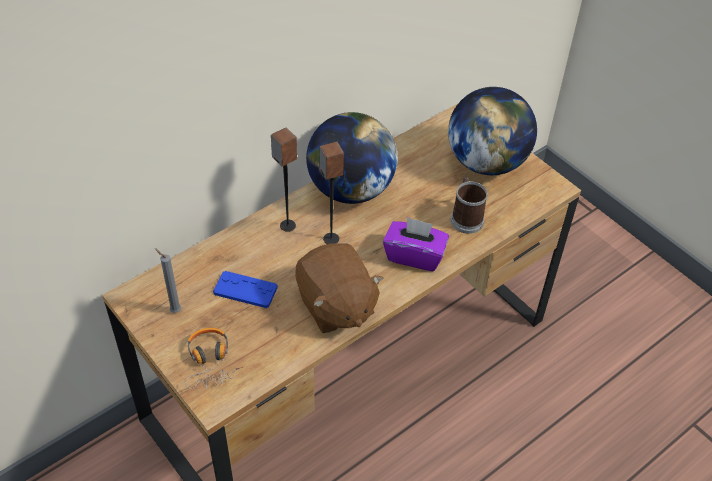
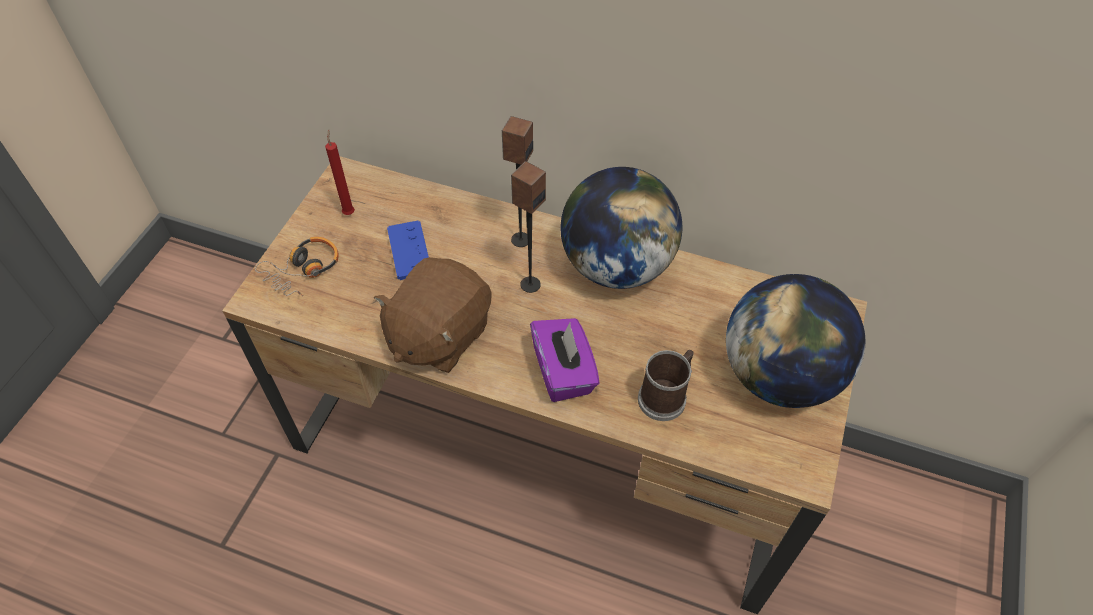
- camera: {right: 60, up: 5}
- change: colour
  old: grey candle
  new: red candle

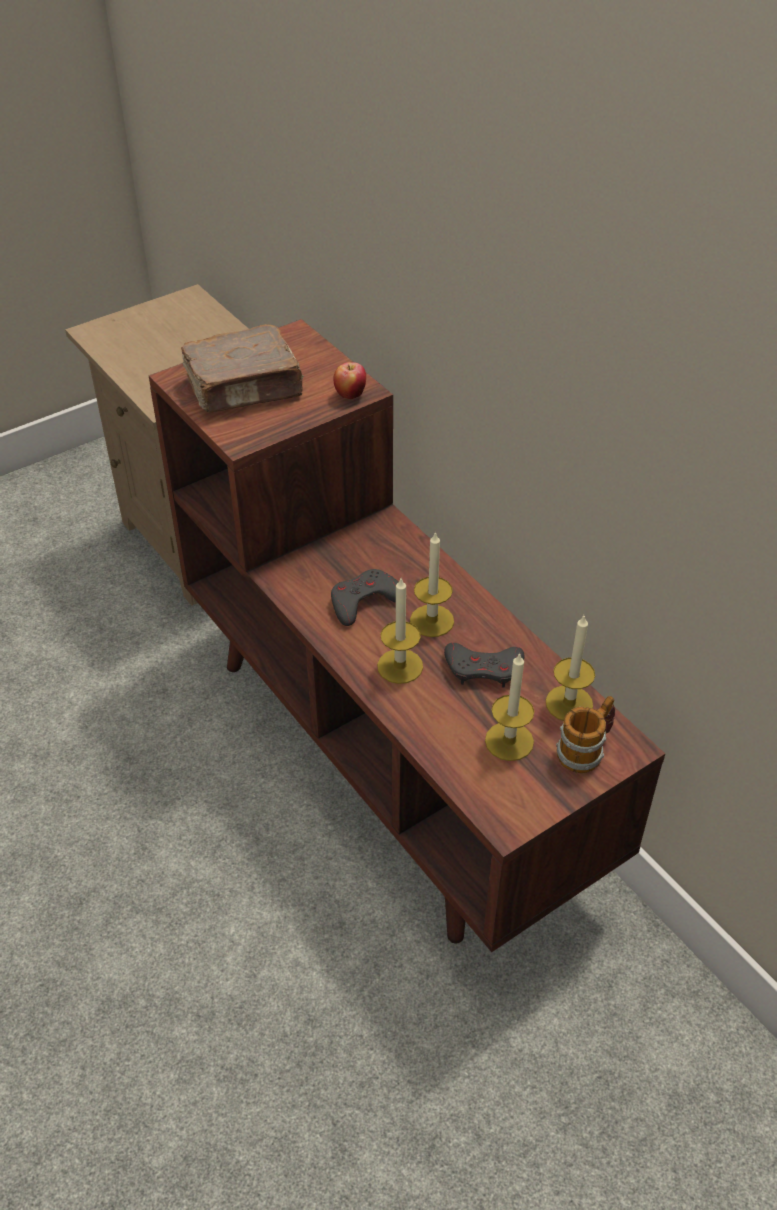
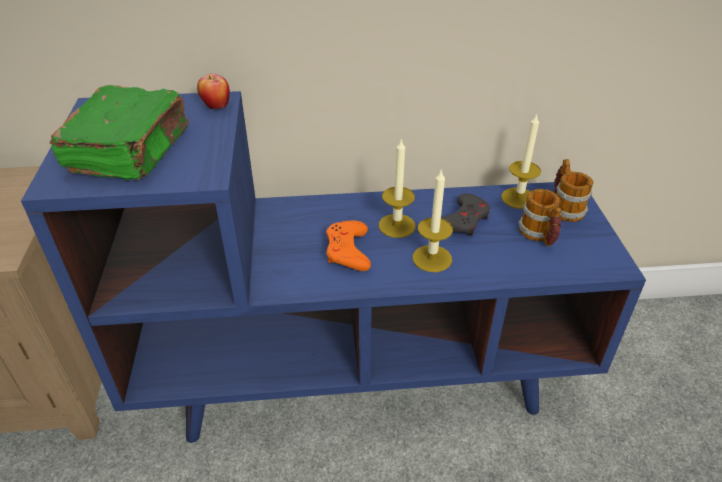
- camera: {right: -60, up: -5}
- change: colour
  old: brown tv stand
  new: blue tv stand
- change: colour
  old: brown book
  new: green book
- change: colour
  old: grey game controller (no. 1 from left)
  new: orange game controller
- change: exchanged
  old: candle (no. 3 from left)
  new: mug (no. 1 from left)

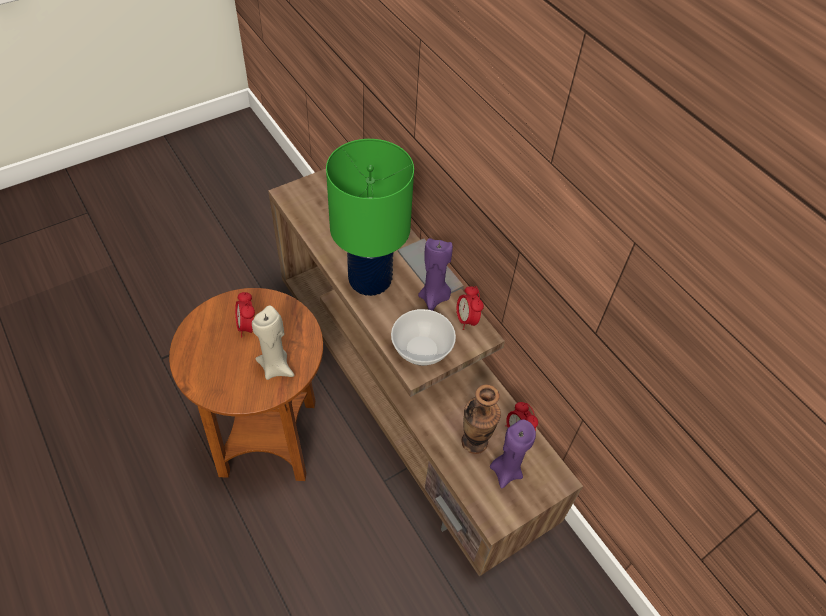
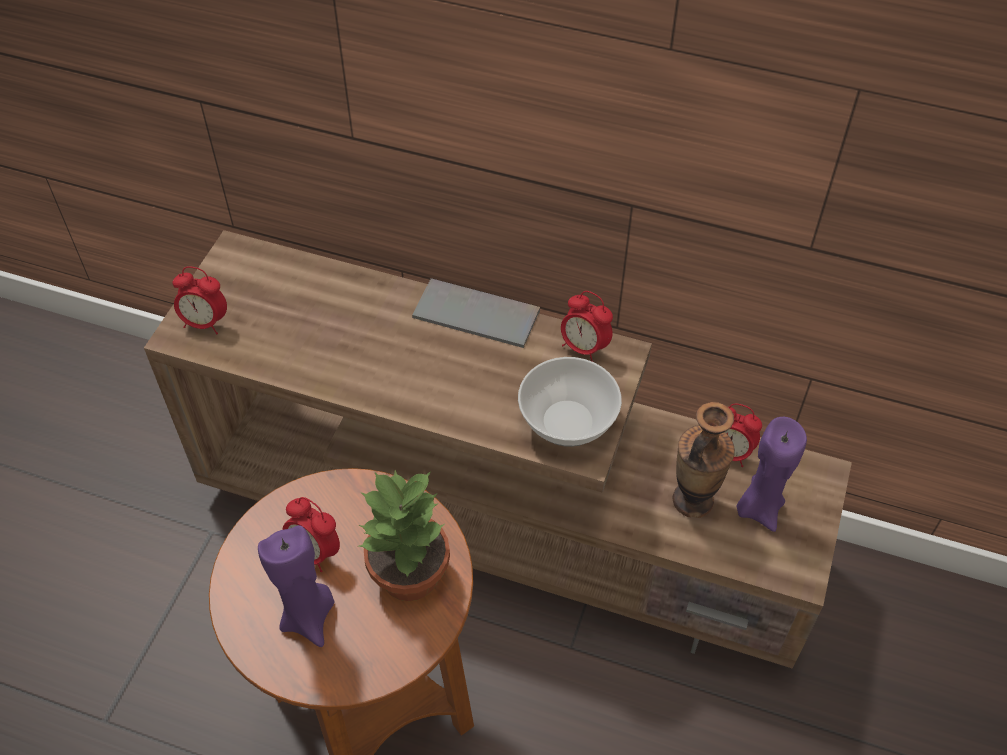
- camera: {right: -35, up: 0}
- change: appeared
  new: alarm clock (no. 1 from left)
- change: relocated
  old: purple candle (no. 1 from left)
- change: exchanged
  old: beige candle
  new: potted plant
- change: missing
  old: green table lamp

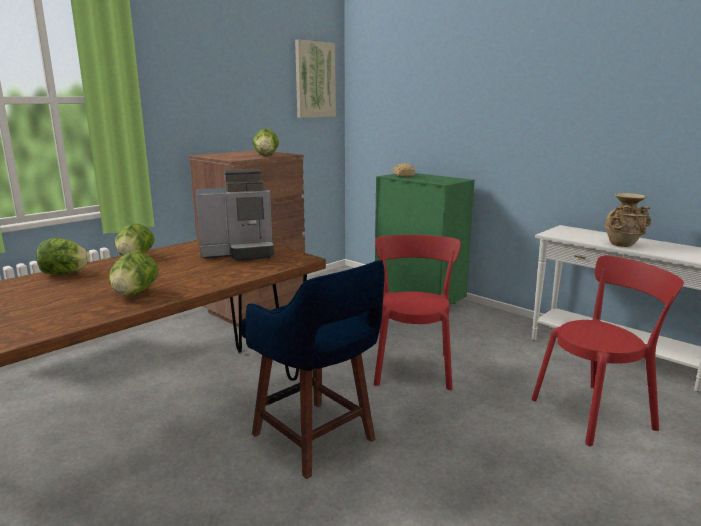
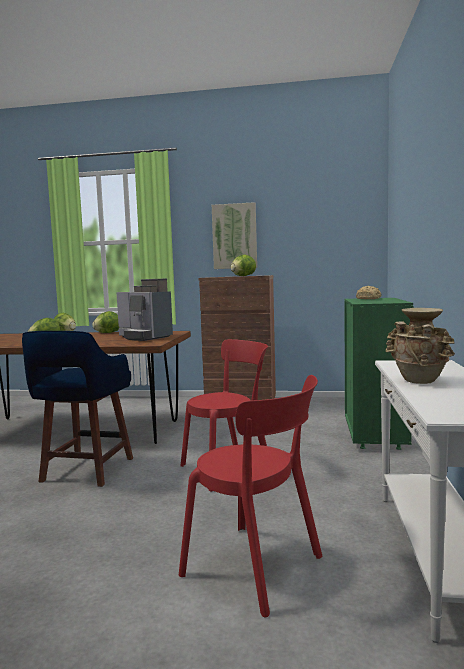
- camera: {right: 55, up: -10}
- change: relocated
  old: picture

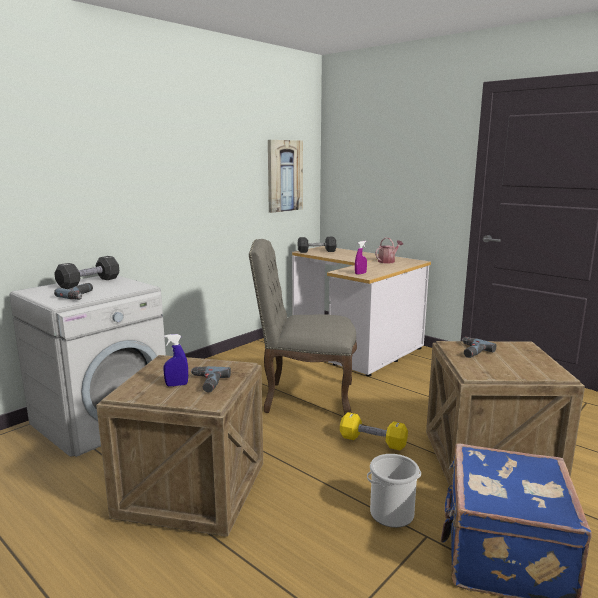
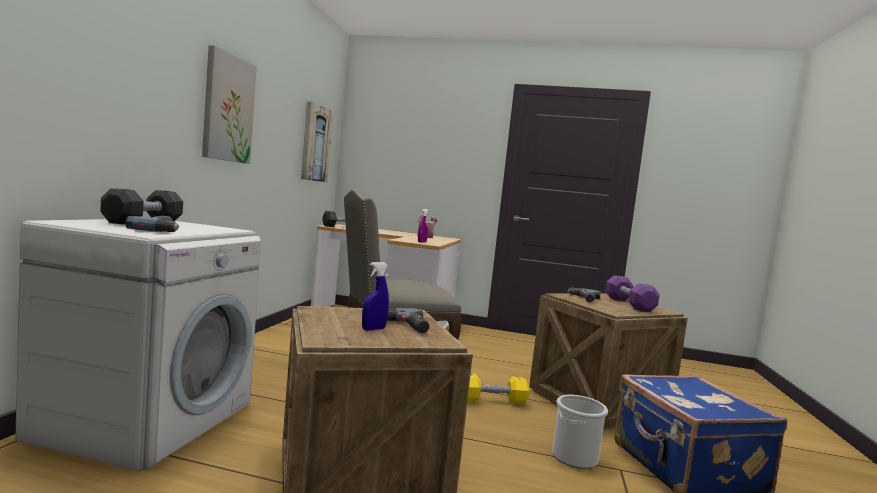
- camera: {right: -30, up: -10}
- change: appeared
  new: picture (no. 1 from left)
- change: appeared
  new: purple dumbbell

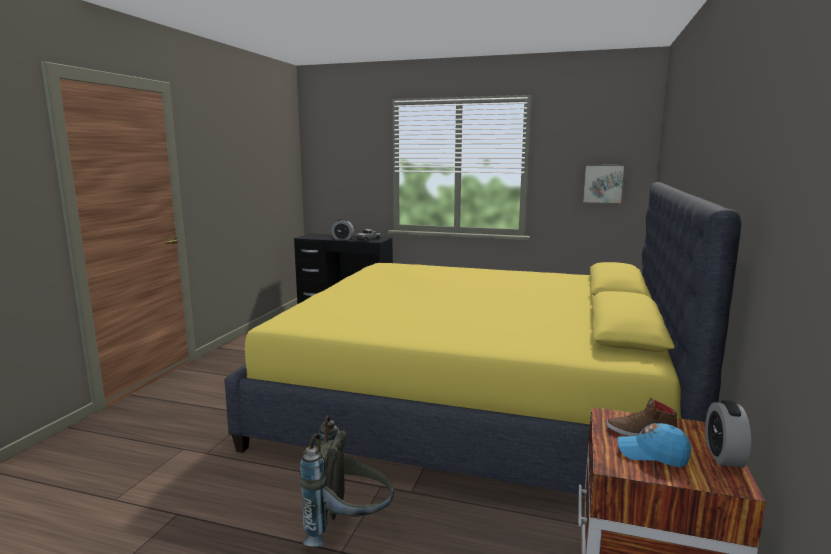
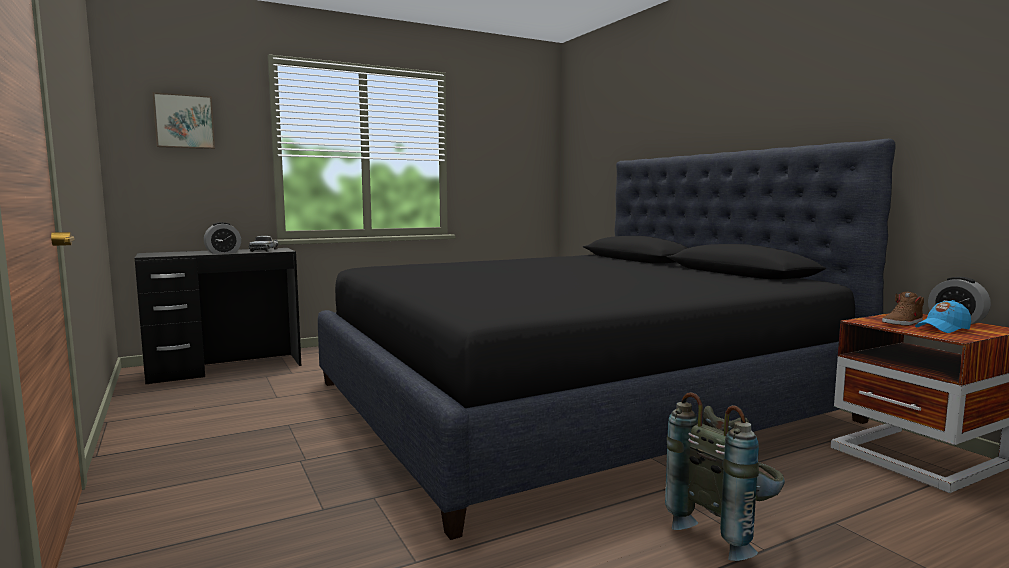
- camera: {right: -45, up: -5}
- change: relocated
  old: picture
- change: colour
  old: yellow bed
  new: black bed

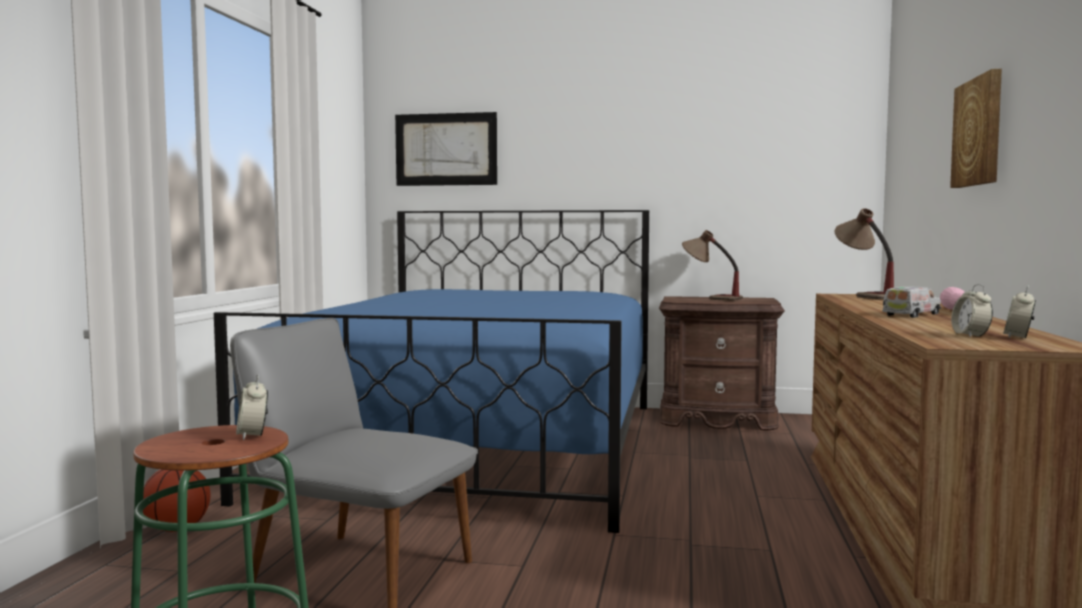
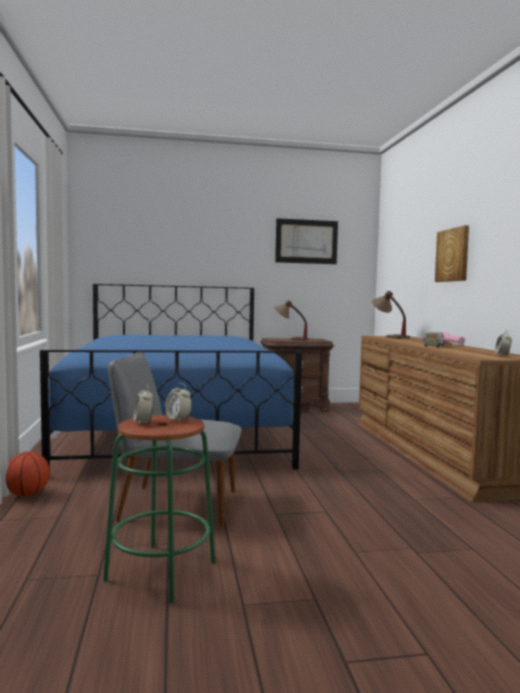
- camera: {right: -20, up: 0}
- change: relocated
  old: alarm clock (no. 2 from left in the first image)
  new: alarm clock (no. 1 from left)
- change: relocated
  old: picture (no. 1 from left)

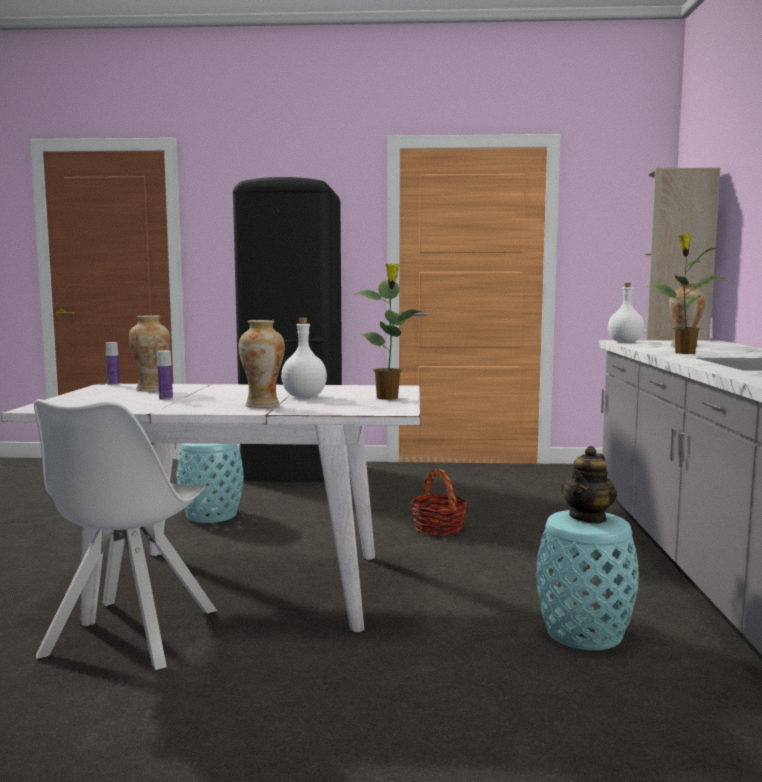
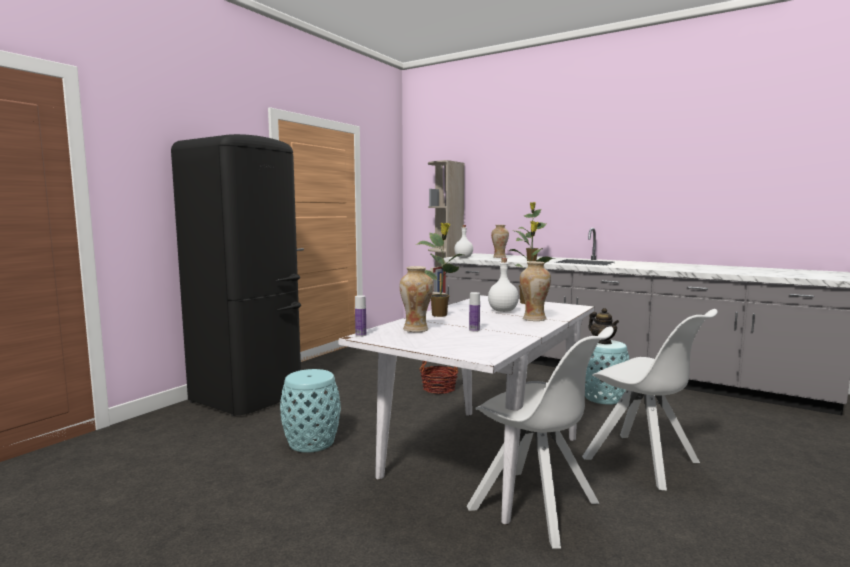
- camera: {right: -60, up: 0}
- change: appeared
  new: potted plant (no. 1 from left)
- change: appeared
  new: white chair (no. 2 from left)

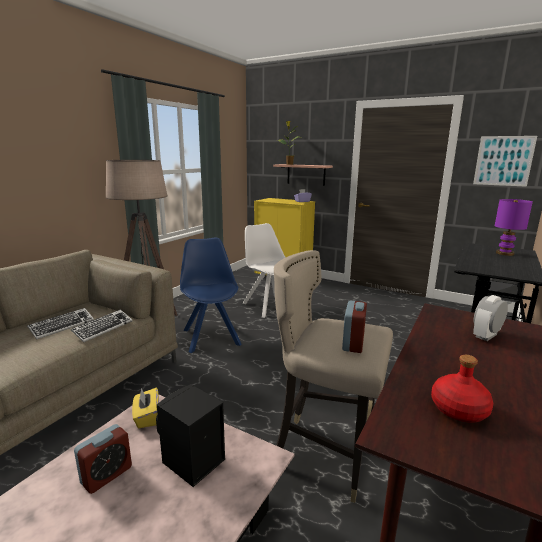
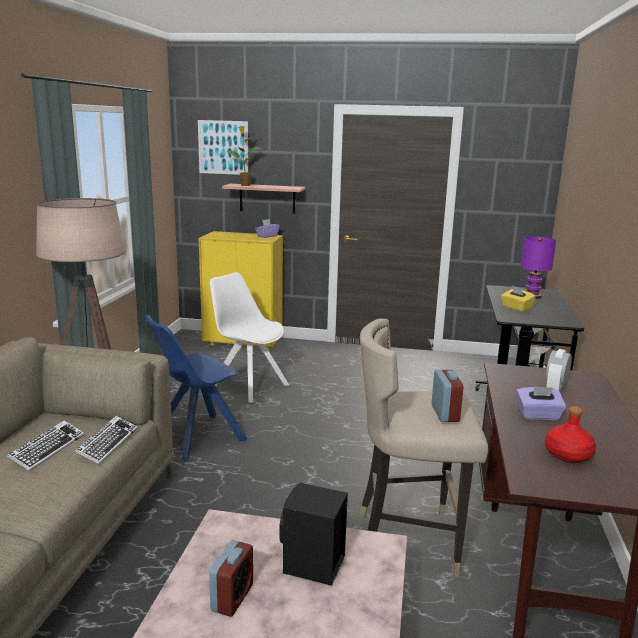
- camera: {right: -20, up: 0}
- change: spun
  old: blue chair
  degrees: -90
- change: relocated
  old: picture
- change: relocated
  old: yellow tissue box
- change: appeared
  new: purple tissue box (no. 2 from left)

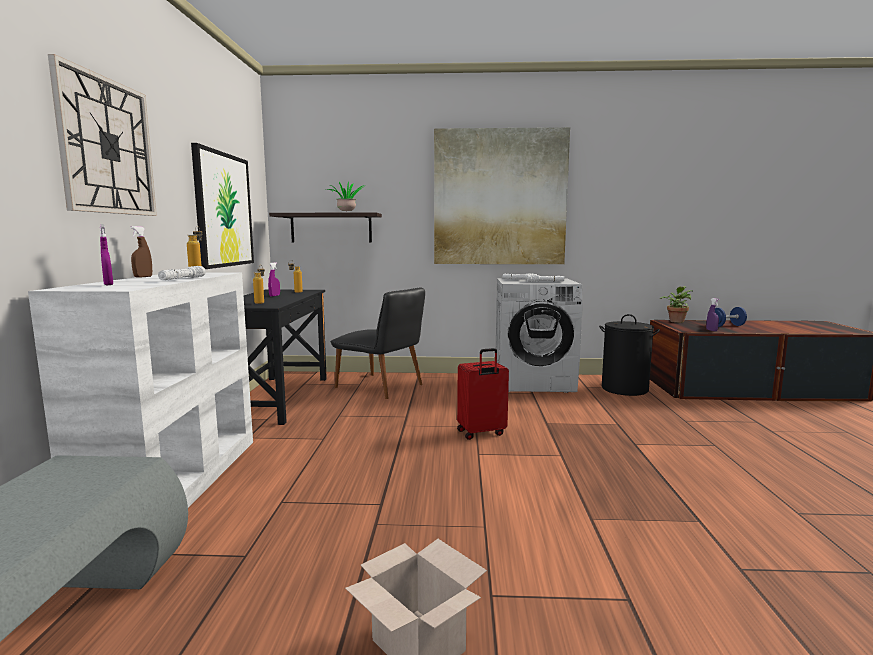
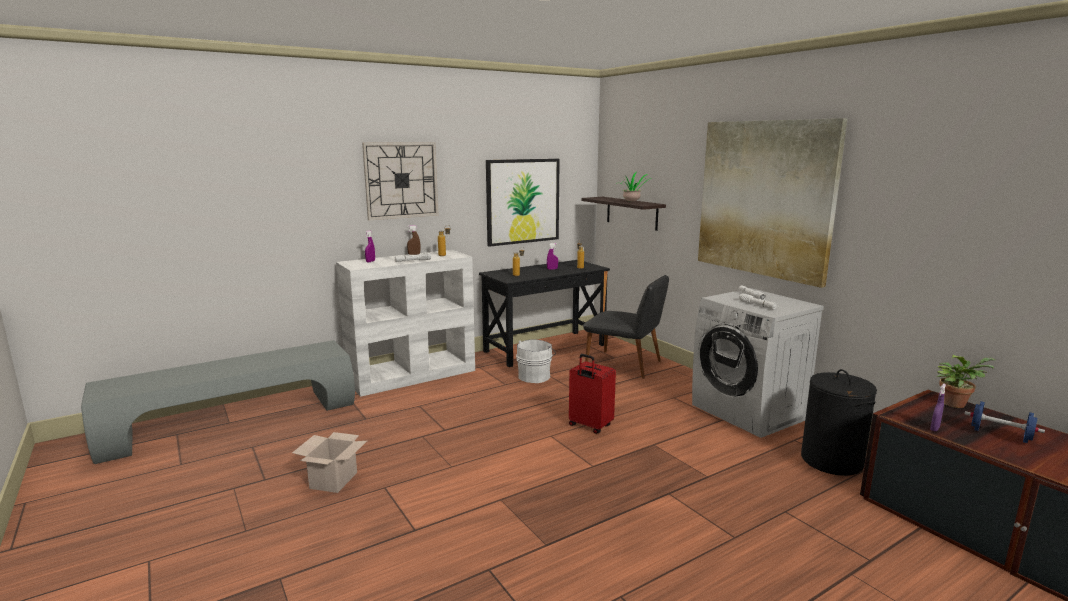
- camera: {right: 55, up: 5}
- change: appeared
  new: white bucket
- change: spun
  old: black chair
  degrees: -60

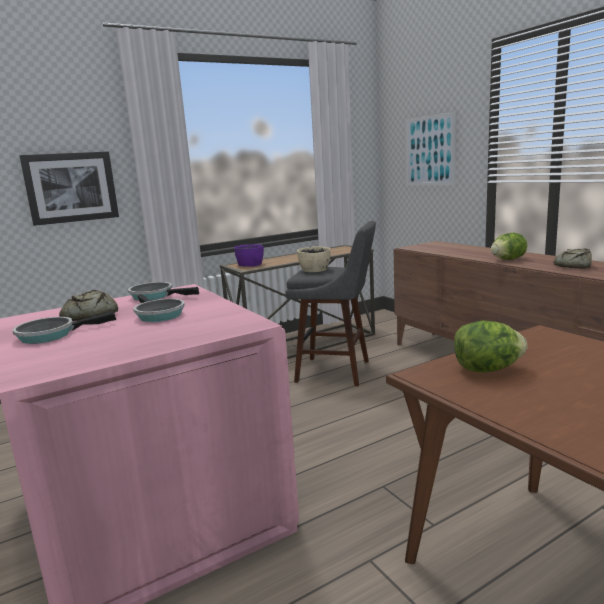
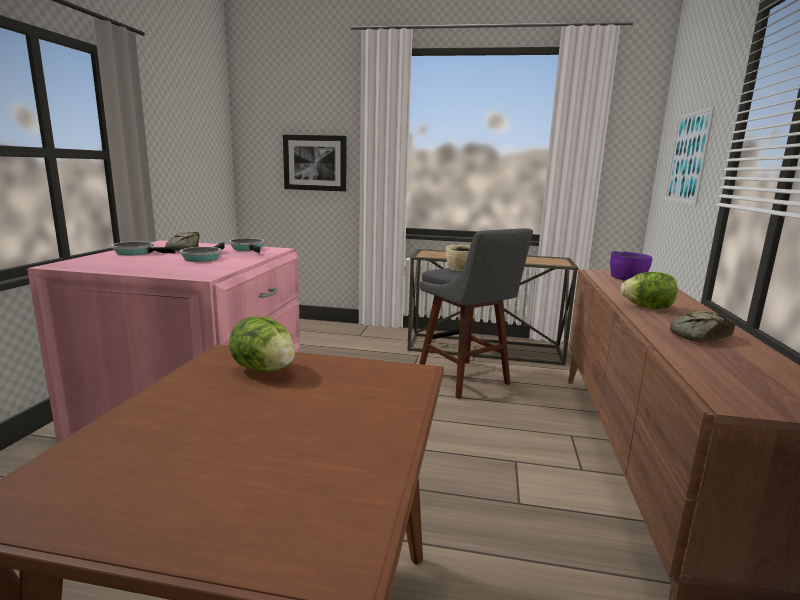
- camera: {right: 40, up: 0}
- change: relocated
  old: purple bowl

